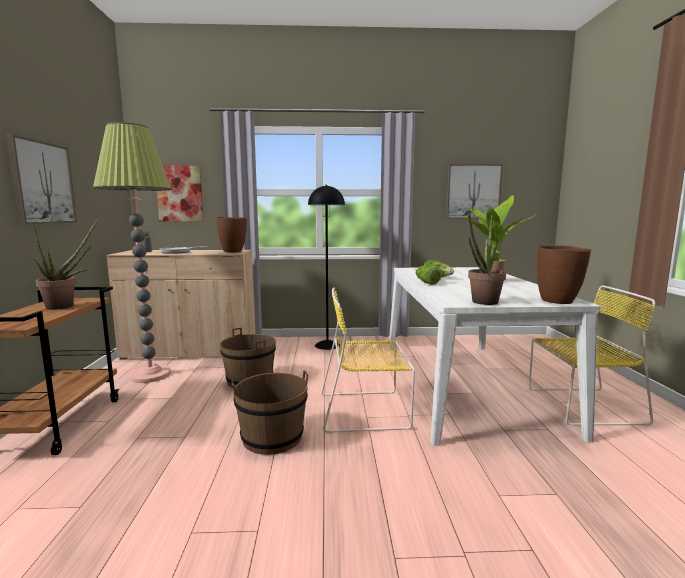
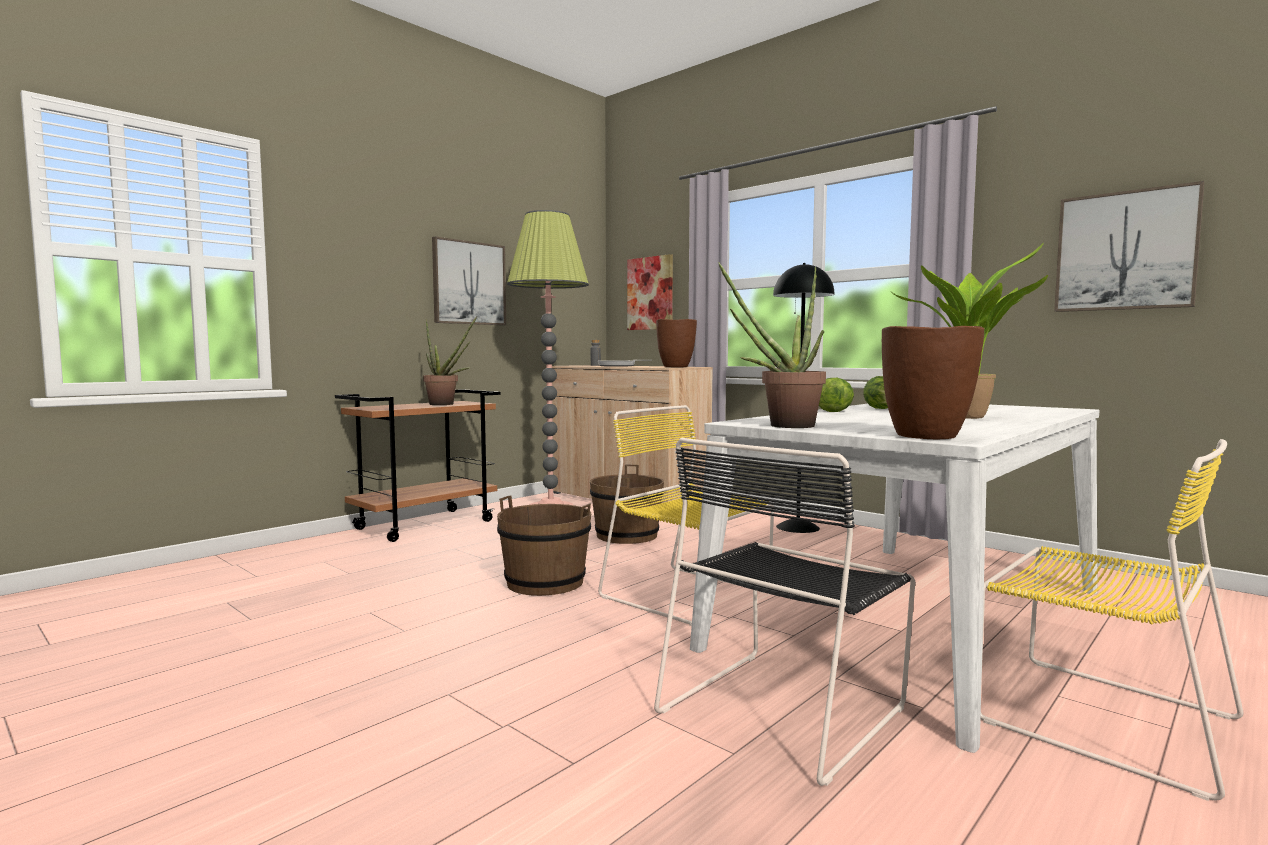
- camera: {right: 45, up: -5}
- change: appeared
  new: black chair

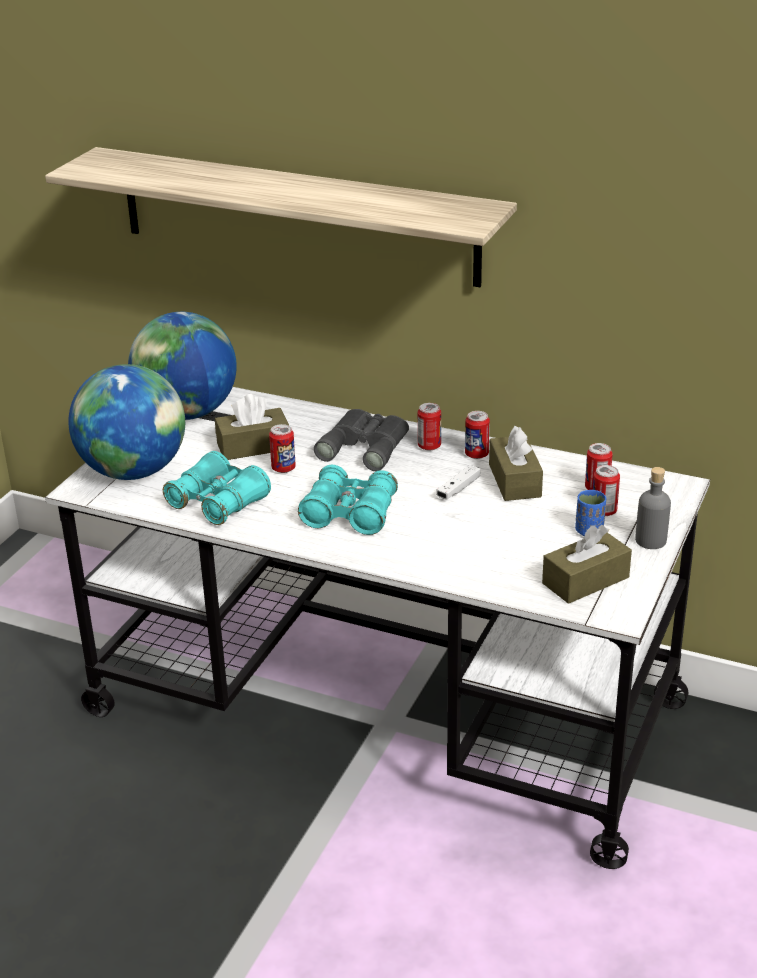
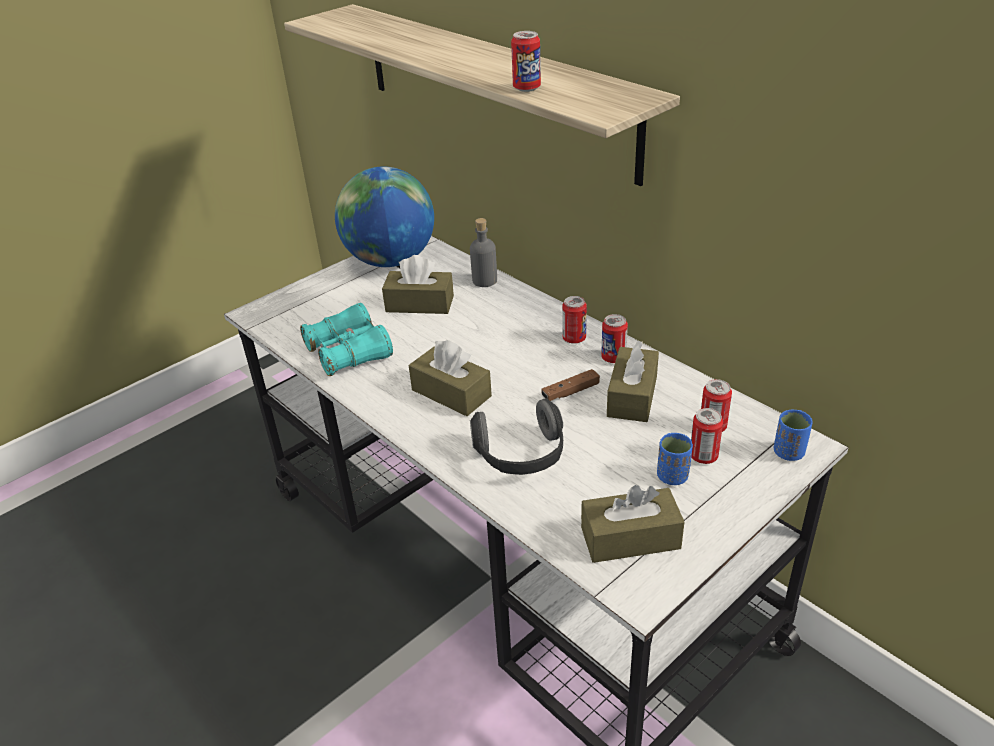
- camera: {right: 25, up: 5}
- change: exchanged
  old: turquoise binoculars (no. 2 from left)
  new: brown tissue box (no. 2 from left)
- change: relocated
  old: grey bottle
- change: appeared
  new: headphones
- change: relocated
  old: can (no. 1 from left)
- change: colour
  old: white game controller
  new: brown game controller
- change: appeared
  new: blue cup (no. 2 from left)
- change: missing
  old: globe (no. 1 from left)
- change: missing
  old: grey binoculars

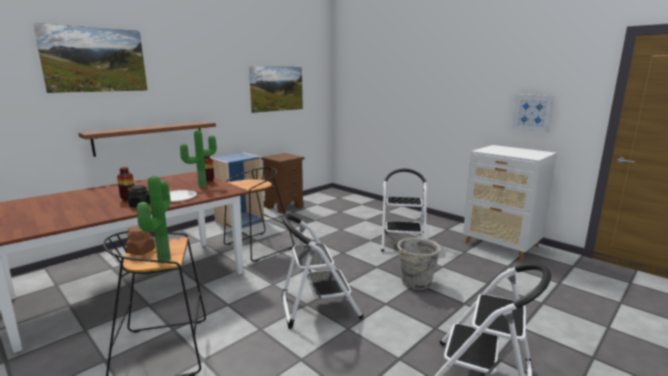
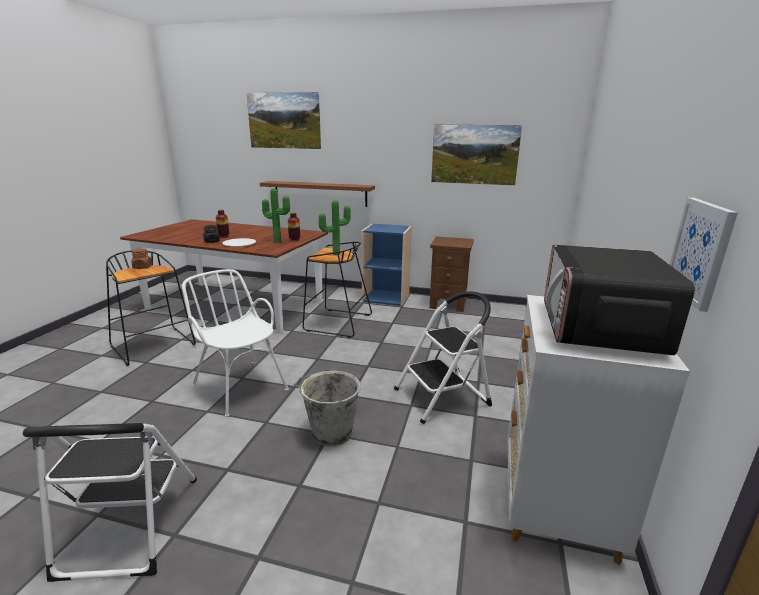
- camera: {right: 60, up: 5}
- change: exchanged
  old: step ladder (no. 1 from left)
  new: white chair
- change: relocated
  old: potted plant (no. 1 from left in the first image)
  new: potted plant (no. 2 from left)
- change: appeared
  new: microwave

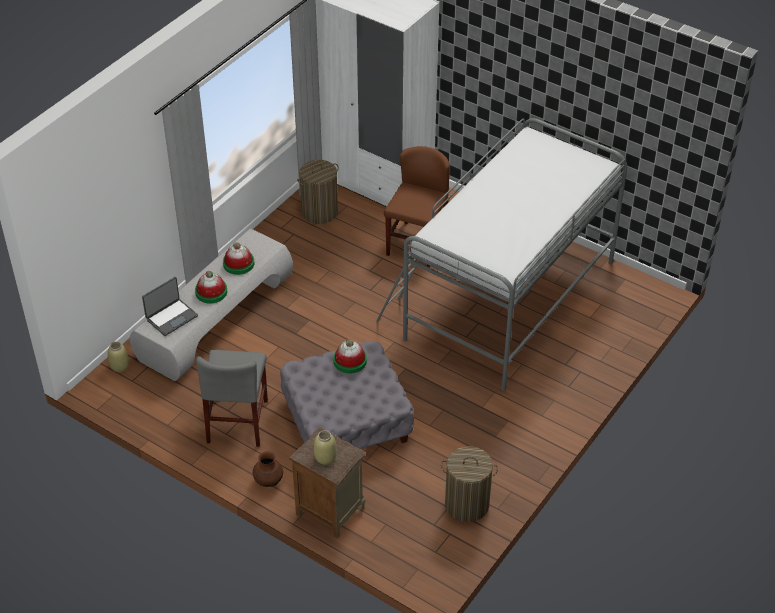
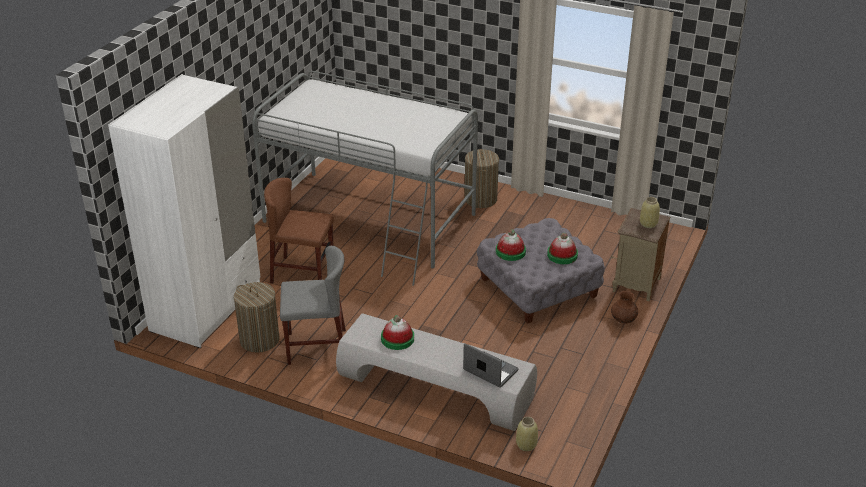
- camera: {right: -100, up: -10}
- change: relocated
  old: grey chair
- change: relocated
  old: laundry basket (no. 2 from left)
- change: relocated
  old: hat (no. 1 from left in the first image)
  new: hat (no. 3 from left)

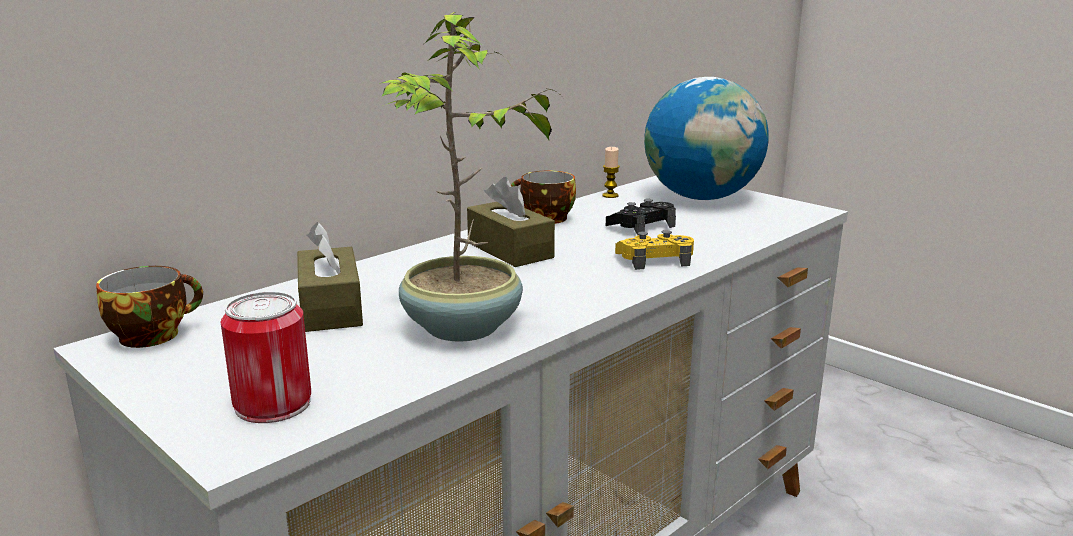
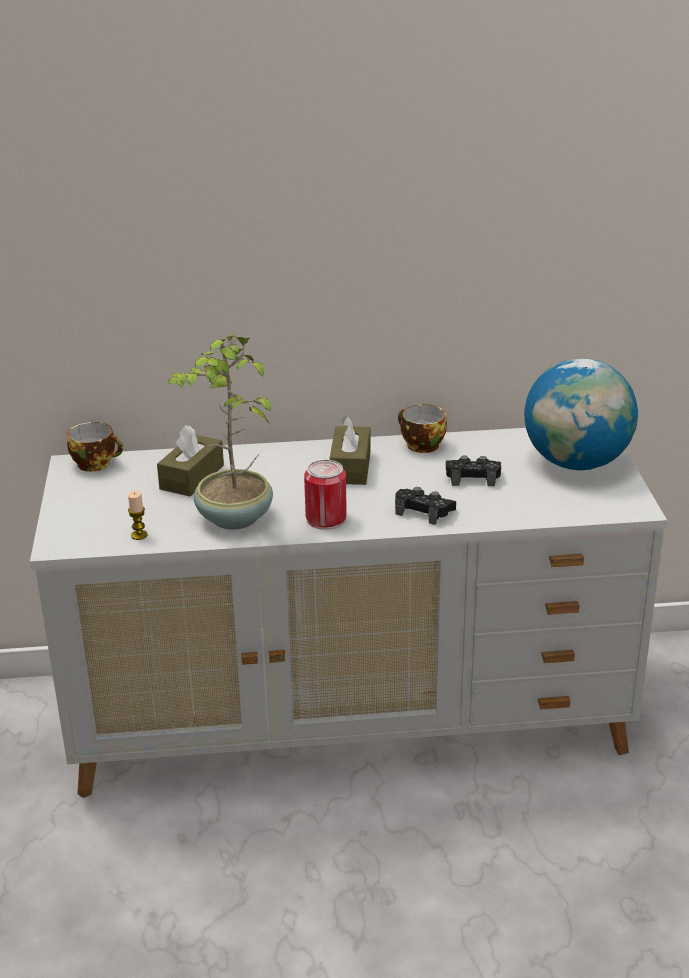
- camera: {right: 40, up: 10}
- change: relocated
  old: candle
- change: relocated
  old: can
- change: colour
  old: yellow game controller
  new: black game controller (no. 1 from left)

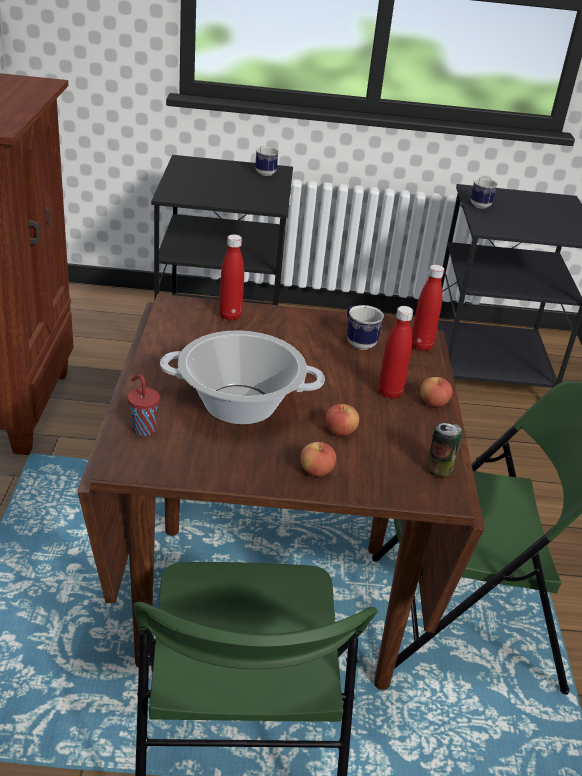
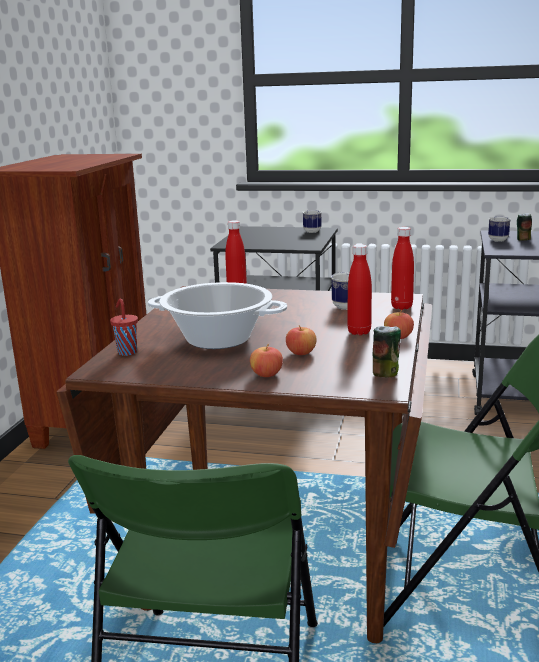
- camera: {right: 15, up: -15}
- change: appeared
  new: can (no. 2 from left)

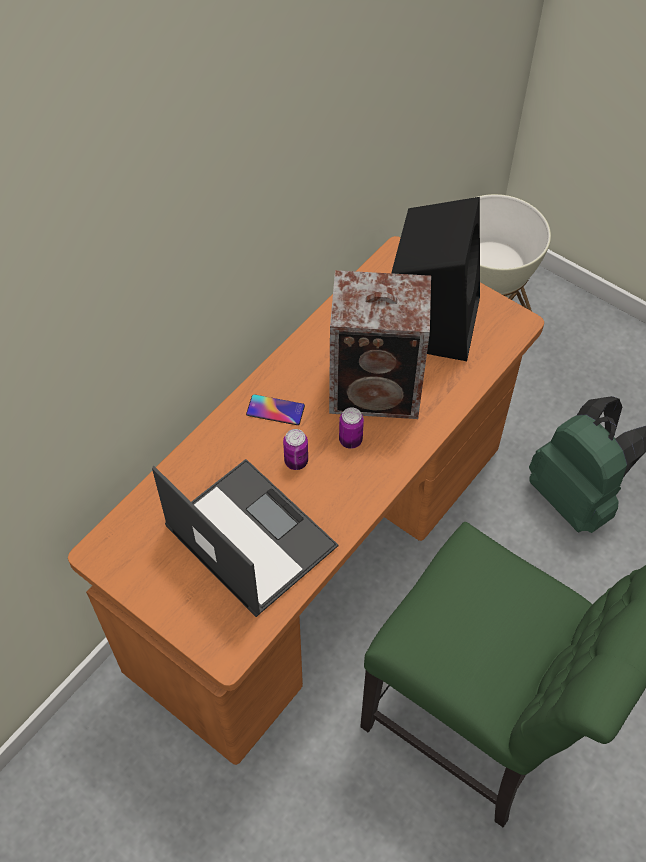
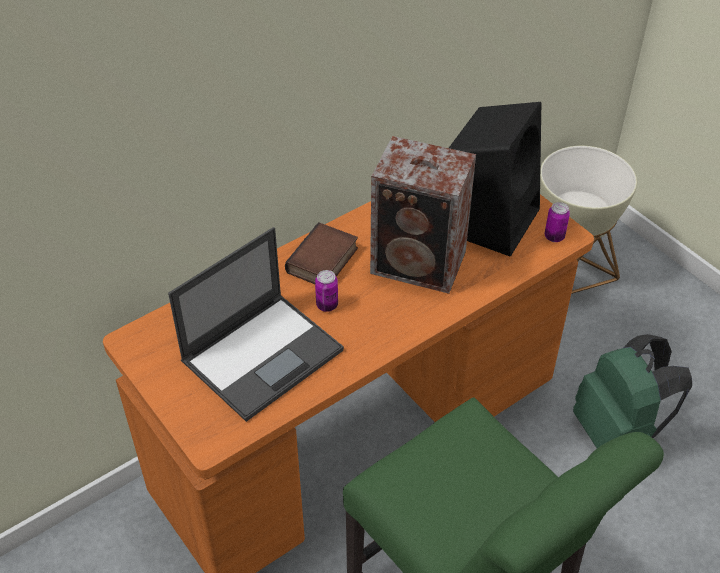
- camera: {right: 15, up: -10}
- change: spun
  old: laptop
  degrees: 75
- change: exchanged
  old: phone
  new: book
- change: relocated
  old: can (no. 2 from left)

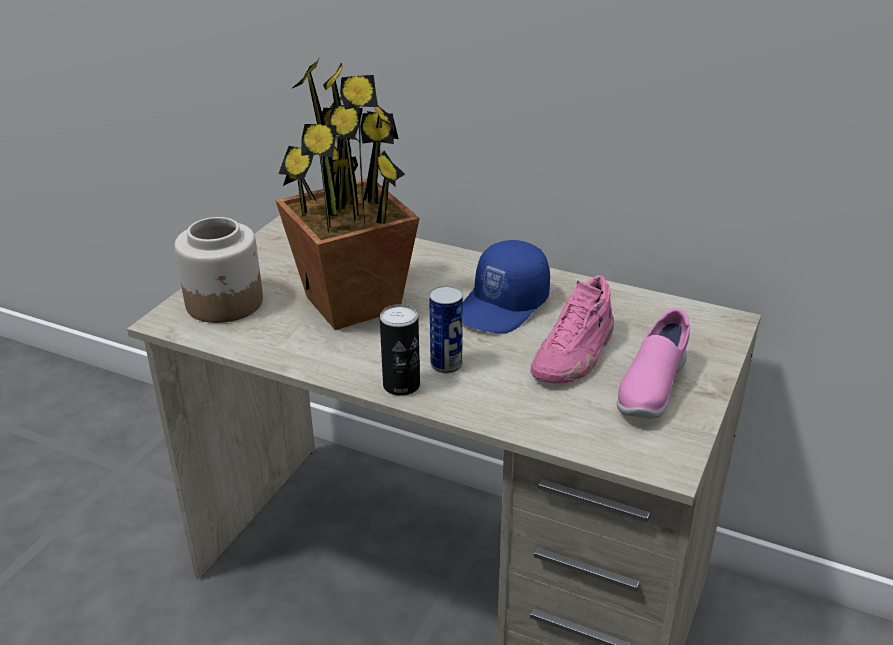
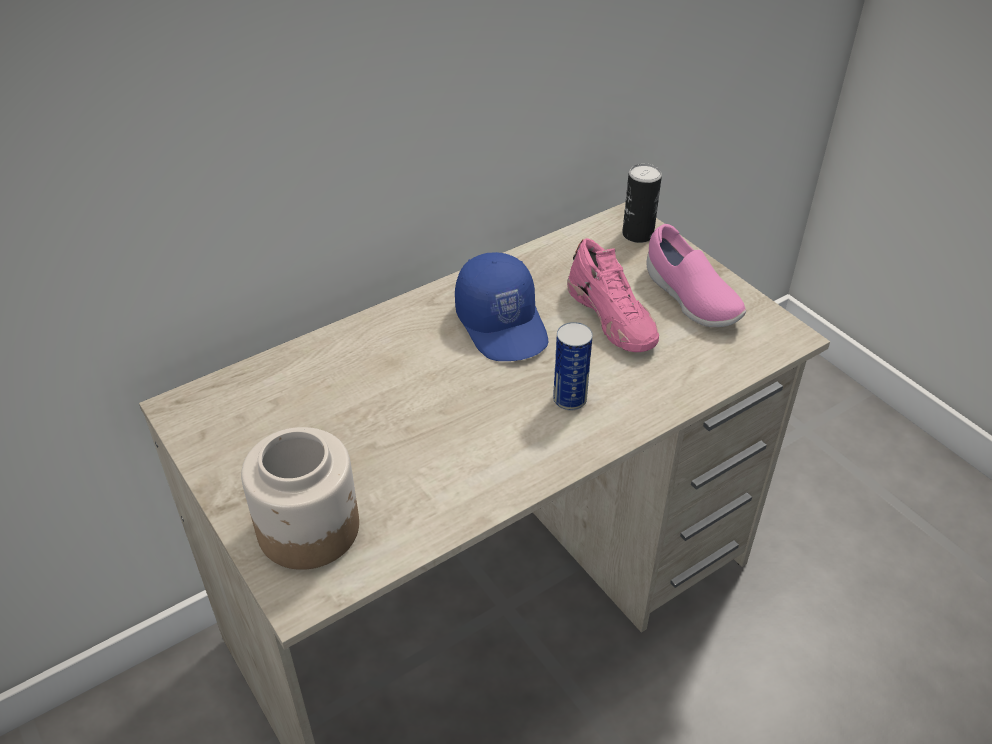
- camera: {right: -60, up: 10}
- change: relocated
  old: can (no. 1 from left in the first image)
  new: can (no. 2 from left)
- change: missing
  old: potted plant

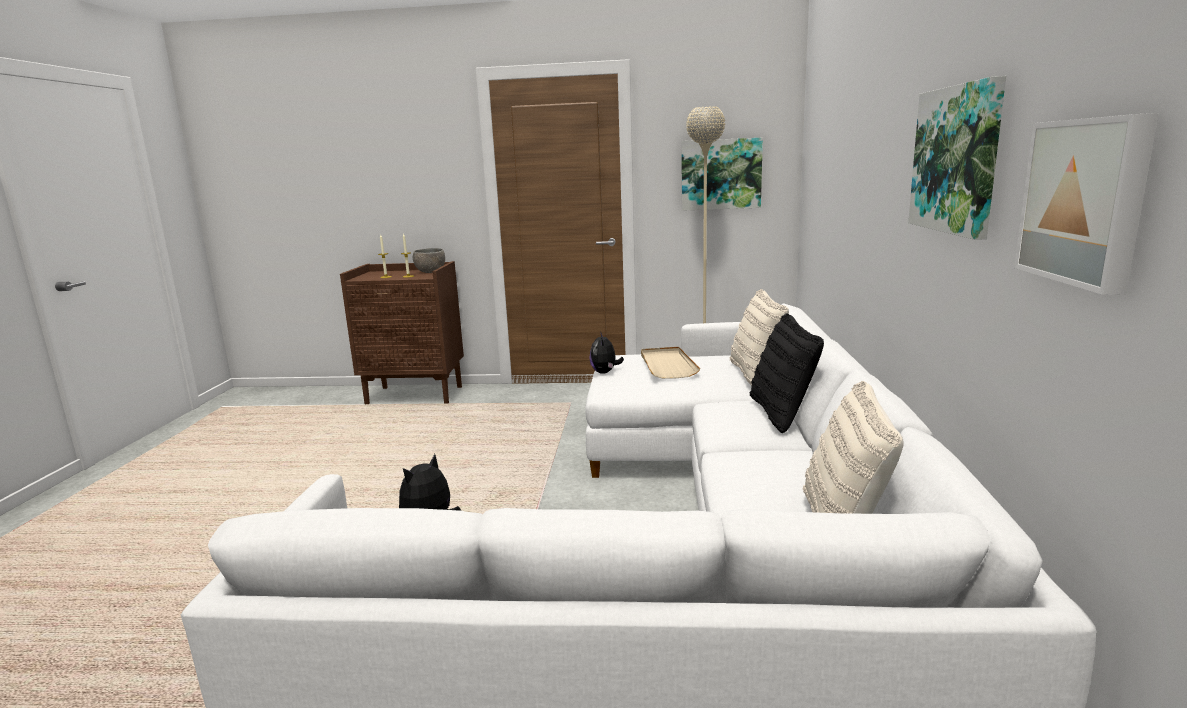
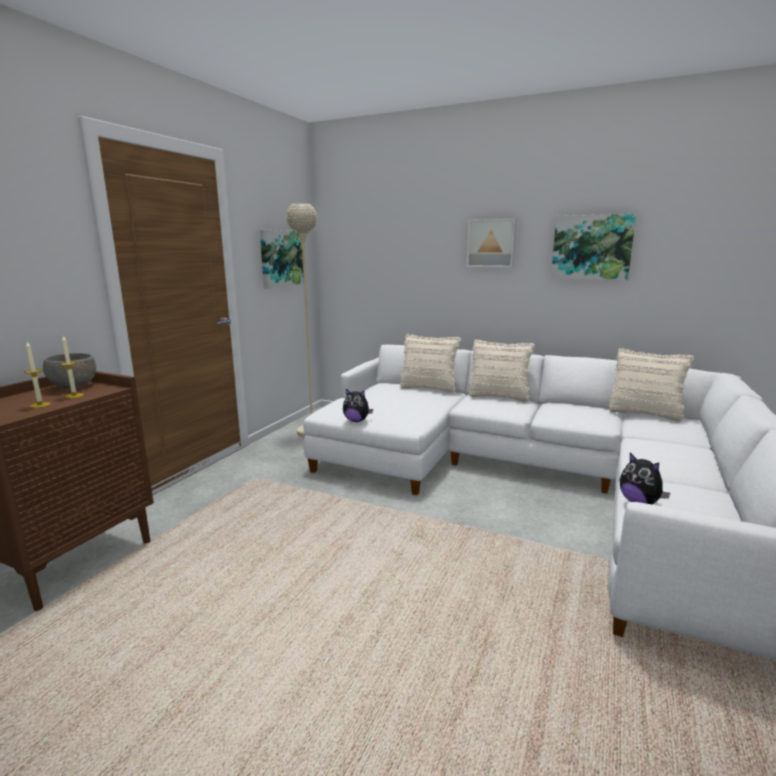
- camera: {right: -70, up: 0}
- change: relocated
  old: picture (no. 3 from left in the first image)
  new: picture (no. 2 from left)
- change: colour
  old: black pillow
  new: beige pillow (no. 2 from left)
- change: missing
  old: beige tray

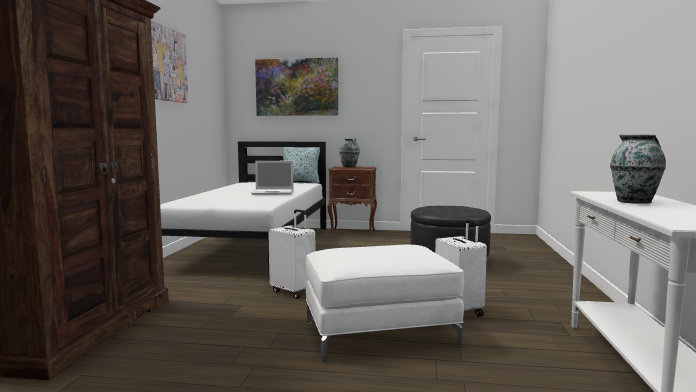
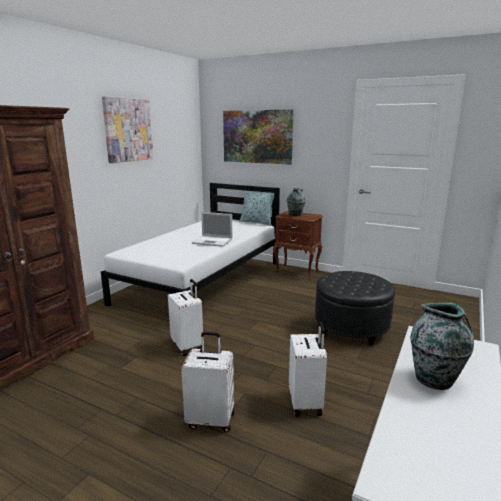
- camera: {right: 20, up: 10}
- change: exchanged
  old: white ottoman
  new: white suitcase (no. 2 from left)

